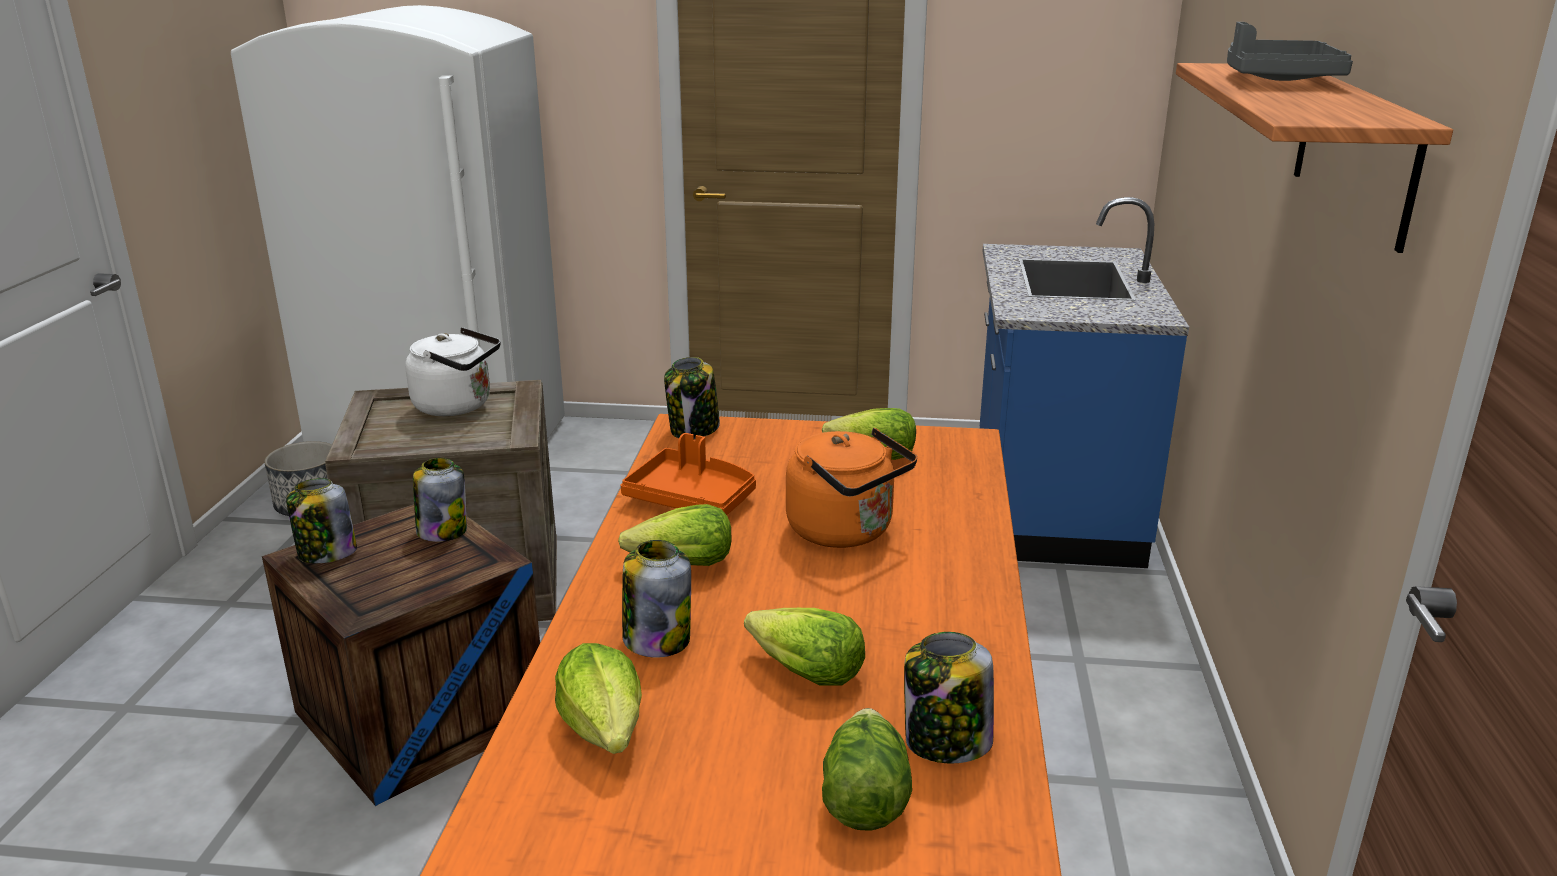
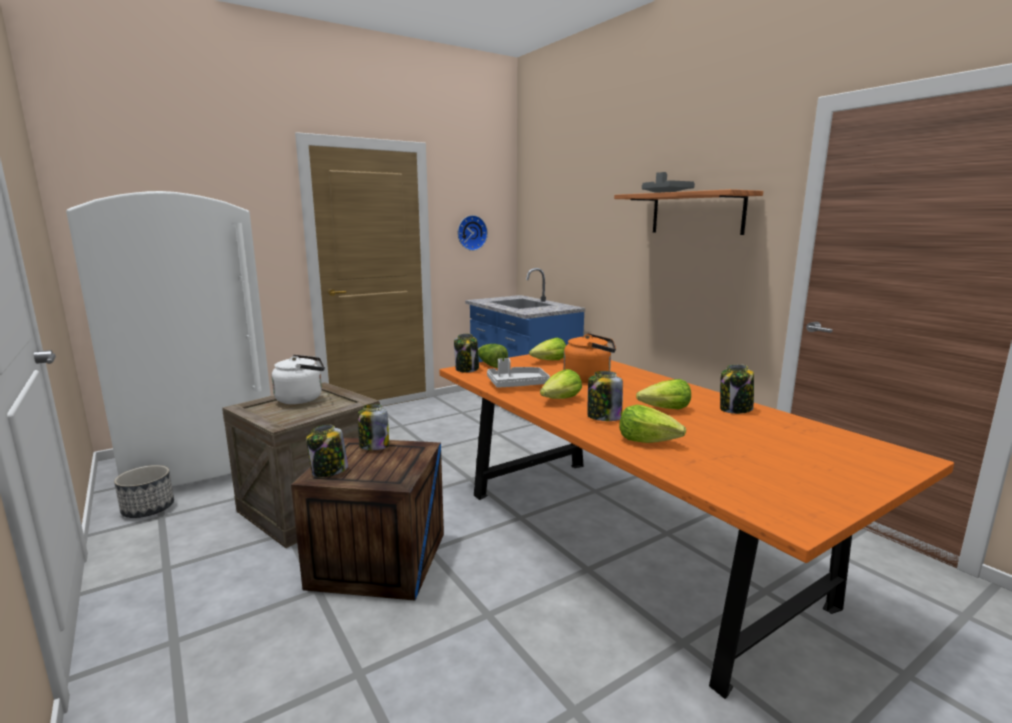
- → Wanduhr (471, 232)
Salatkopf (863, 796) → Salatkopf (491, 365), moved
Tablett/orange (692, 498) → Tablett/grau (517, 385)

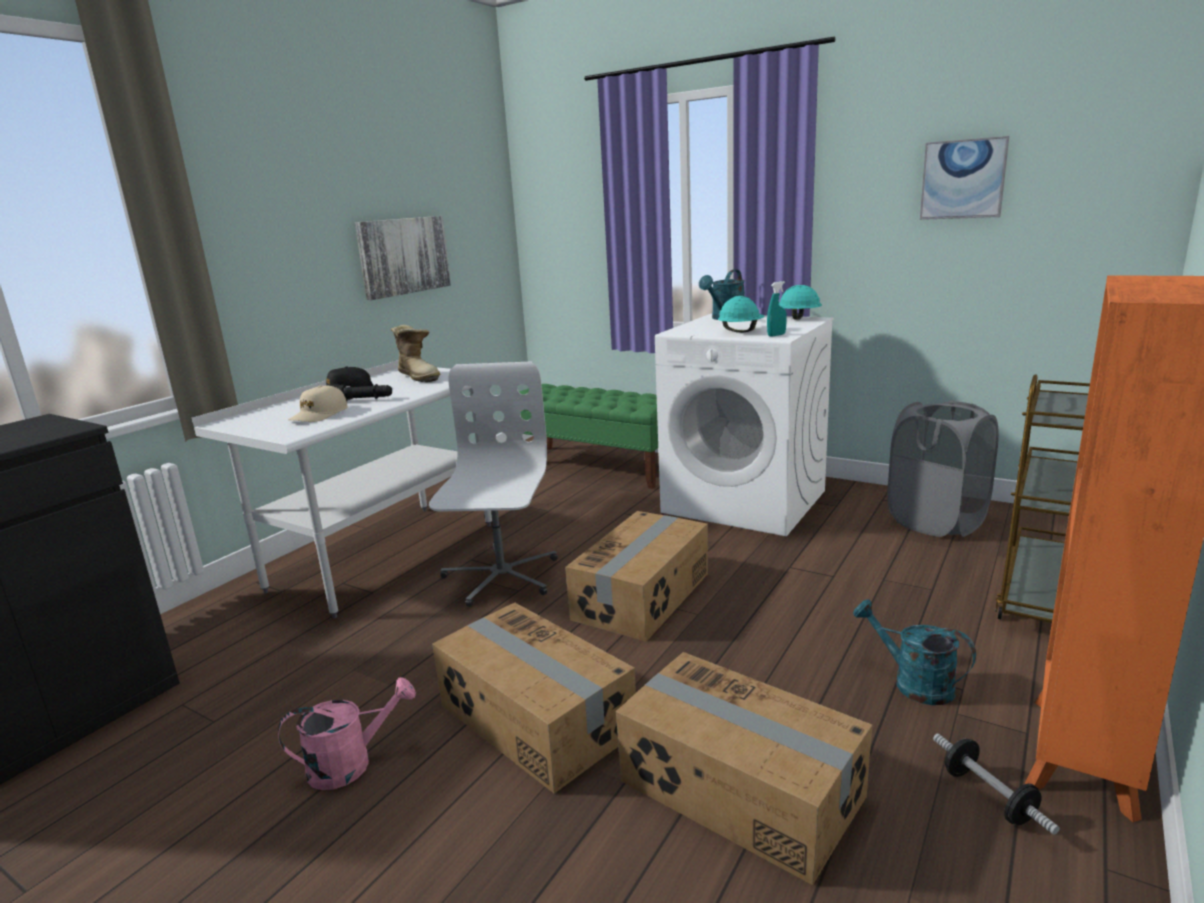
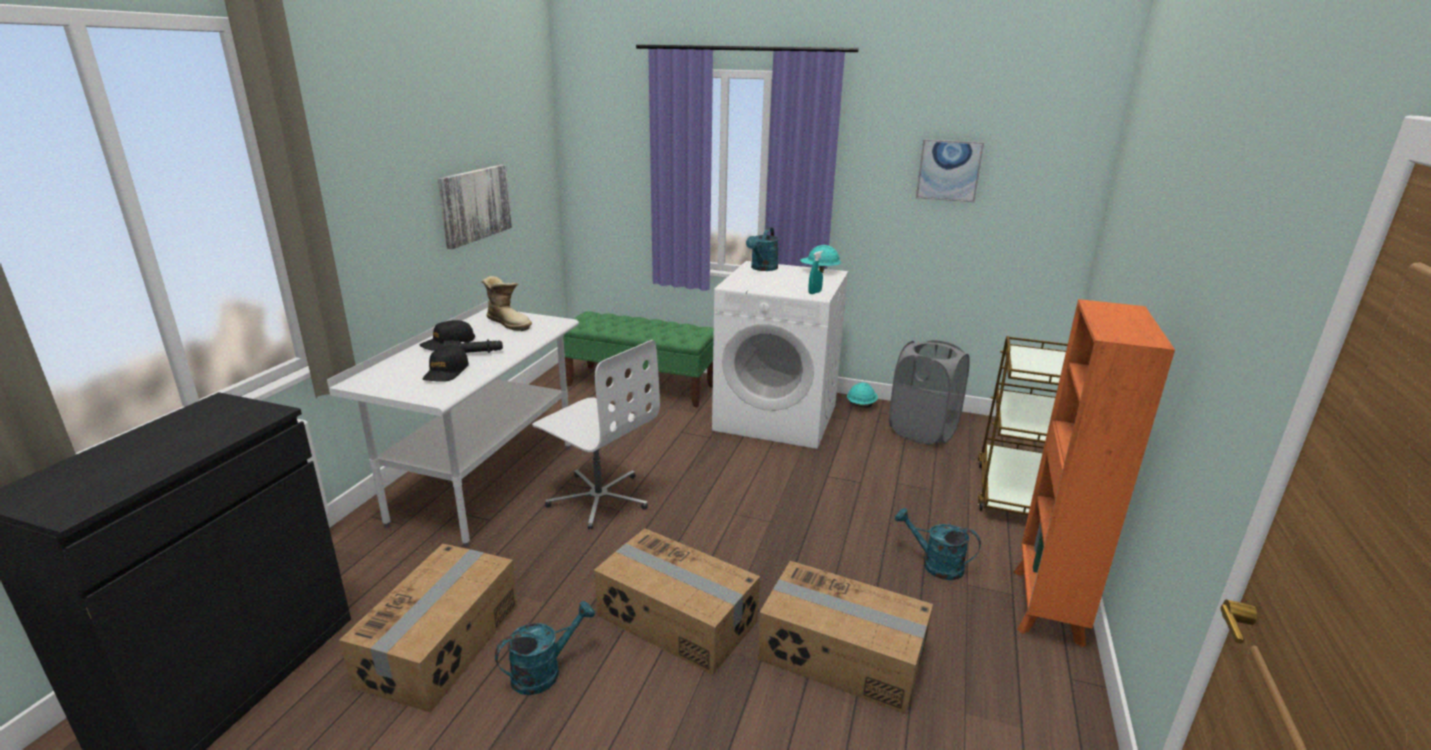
Hantel (988, 797) → -
Karton (643, 596) → Karton (442, 644), moved
Schutzhelm/türkis (740, 331) → Schutzhelm/türkis (861, 405), moved
Gießkanne/rosa (351, 763) → Gießkanne/türkis (544, 671)
Kappe/beige (319, 415) → Kappe/schwarz (446, 372)
Bürostuhl/weiß (500, 577) → Bürostuhl/weiß (599, 498), 135 degrees clockwise

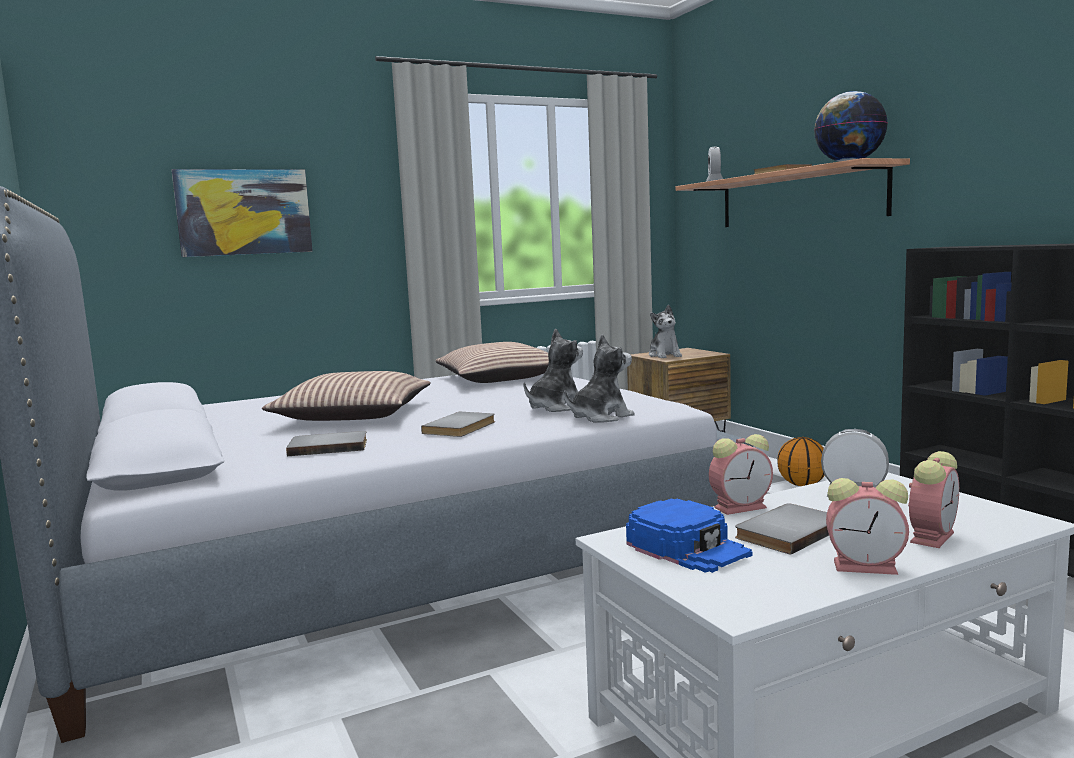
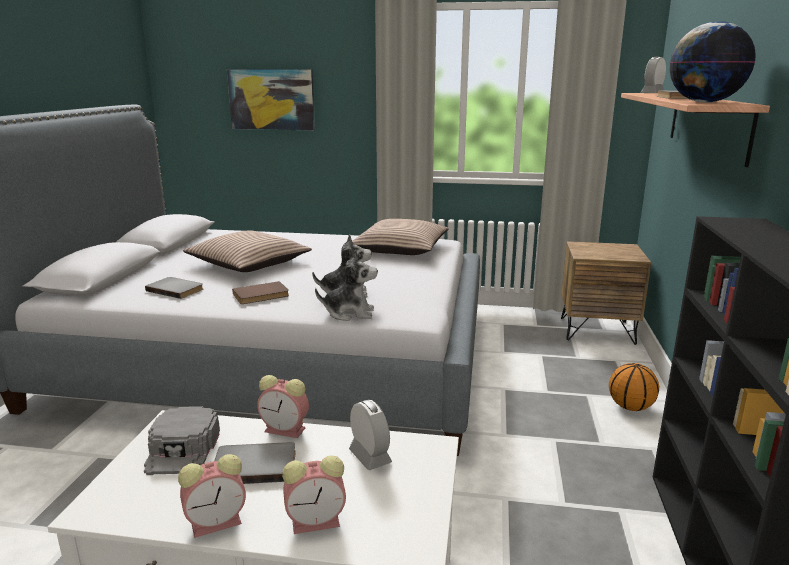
Plüschtier (665, 355) → -
Buch/grau (462, 427) → Buch/braun (261, 295)
Kappe/blau (688, 547) → Kappe/grau (183, 448)
Wecker (867, 566) → Wecker (218, 522), 75 degrees counterclockwise

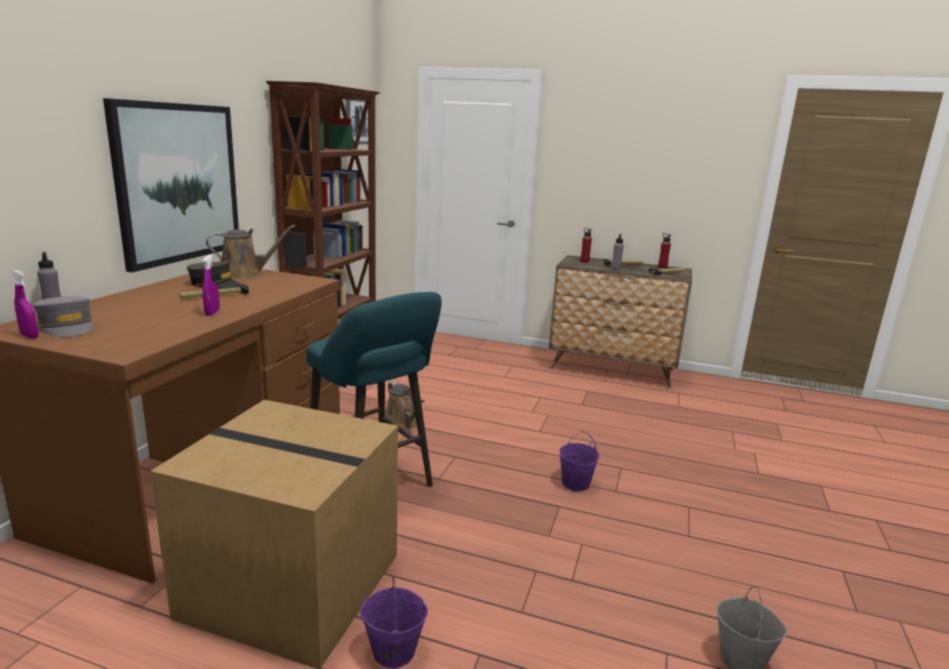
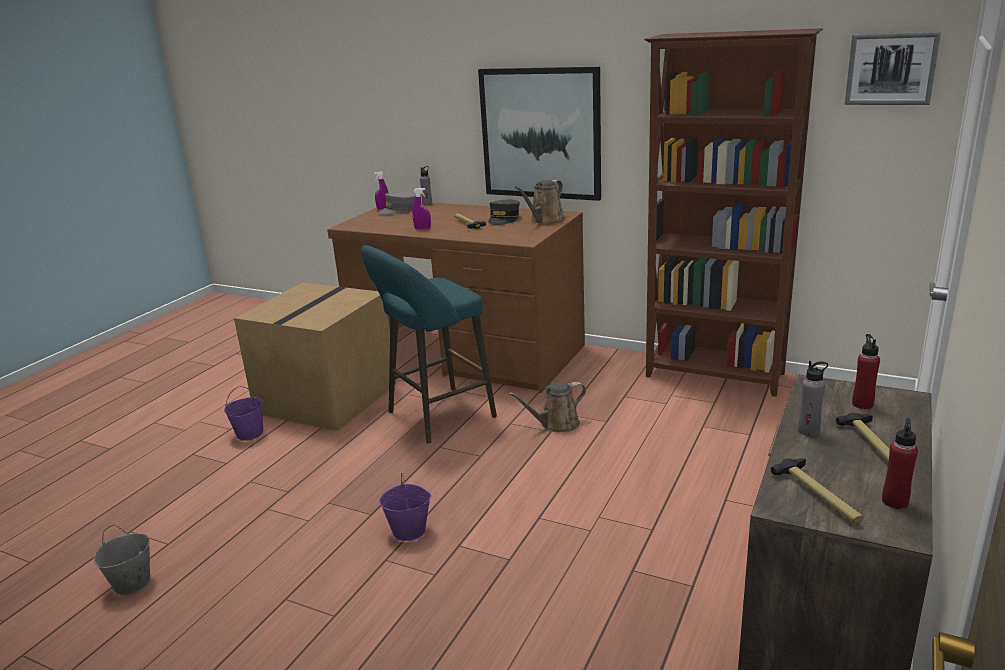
Gießkanne/braun (245, 273) → Gießkanne/braun (545, 221), 45 degrees clockwise

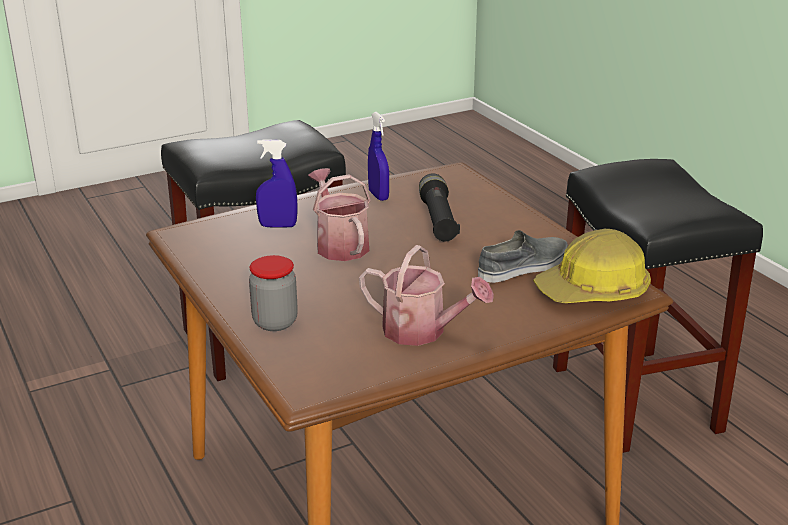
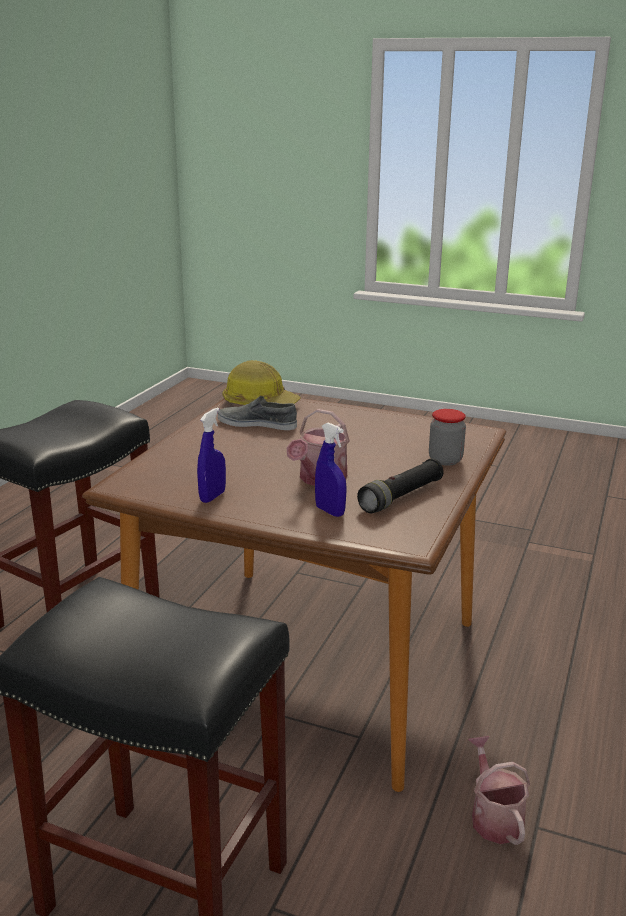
Gießkanne (422, 331) → Gießkanne (494, 816), moved
Taschenlampe/schwarz (438, 220) → Taschenlampe/schwarz (401, 497), moved

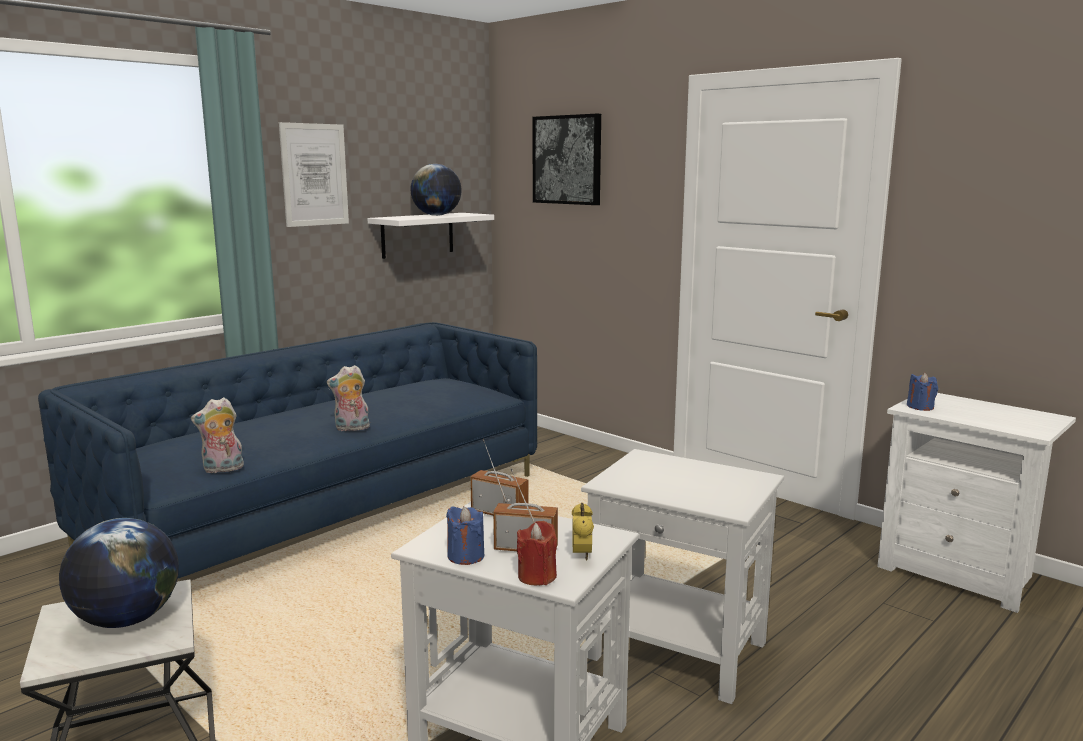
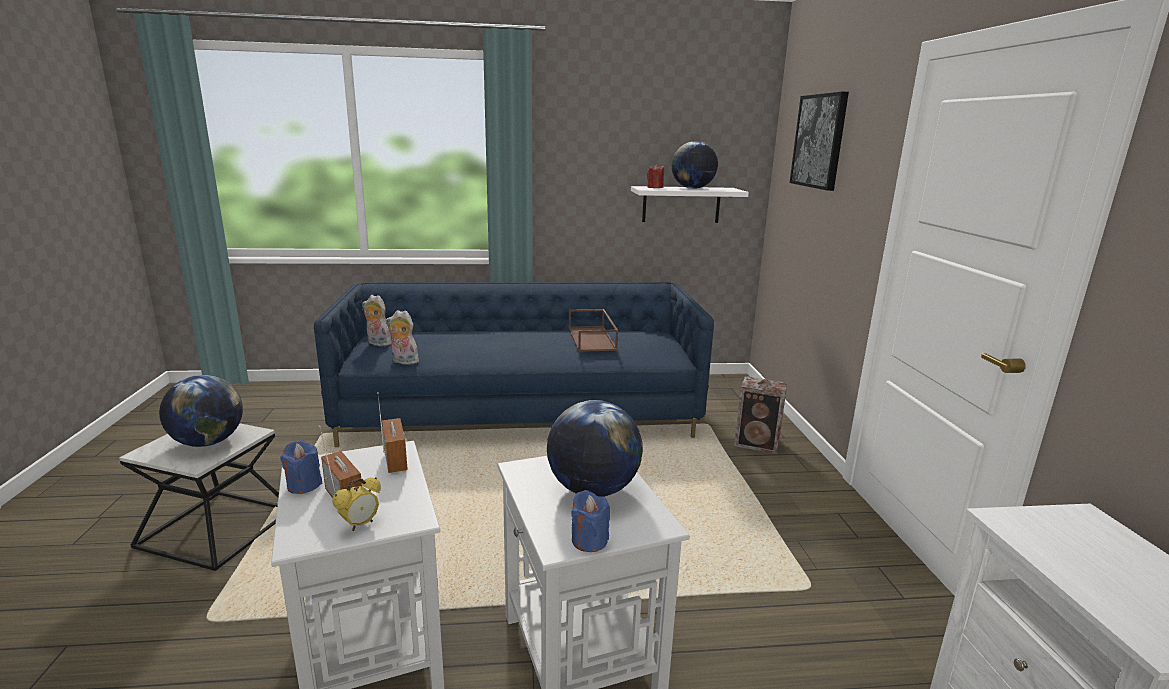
Bild (314, 175) → -
- → Globus (592, 490)
- → Tablett/braun (592, 339)
- → Lautsprecher (758, 443)
Plüschtier (351, 428) → Plüschtier (377, 343), moved
Kerze/rot (537, 576) → Kerze/rot (655, 187), moved
Kerze/blau (920, 407) → Kerze/blau (589, 540), moved

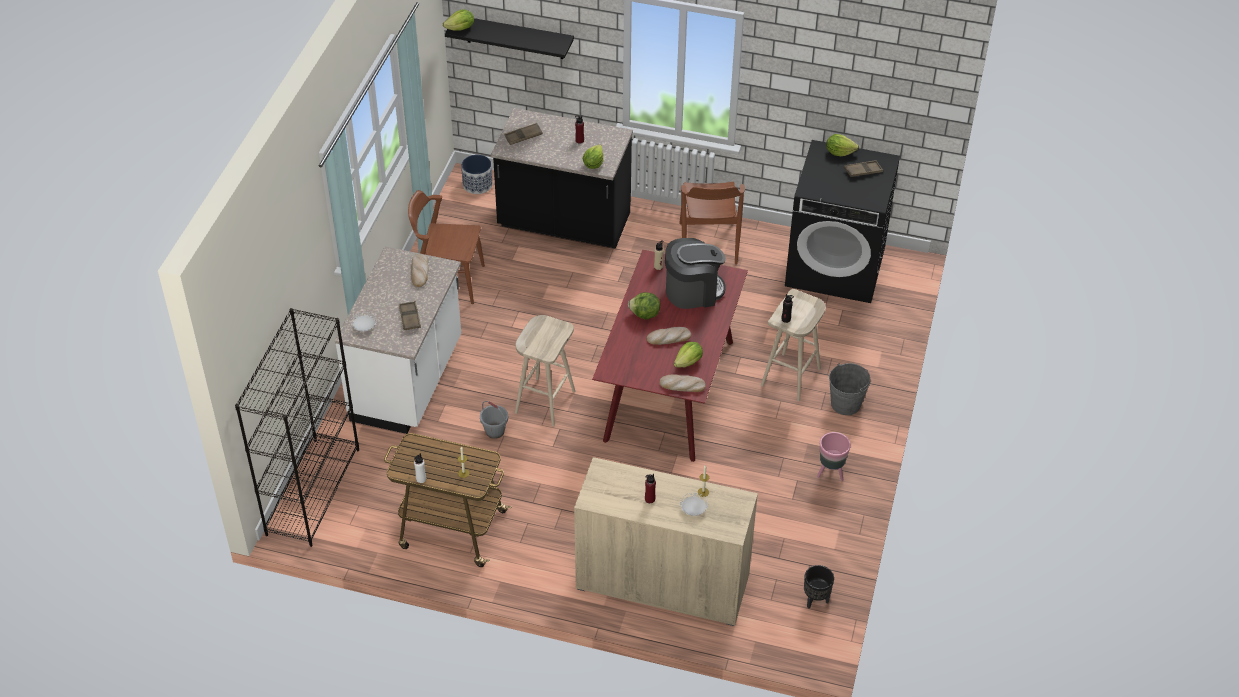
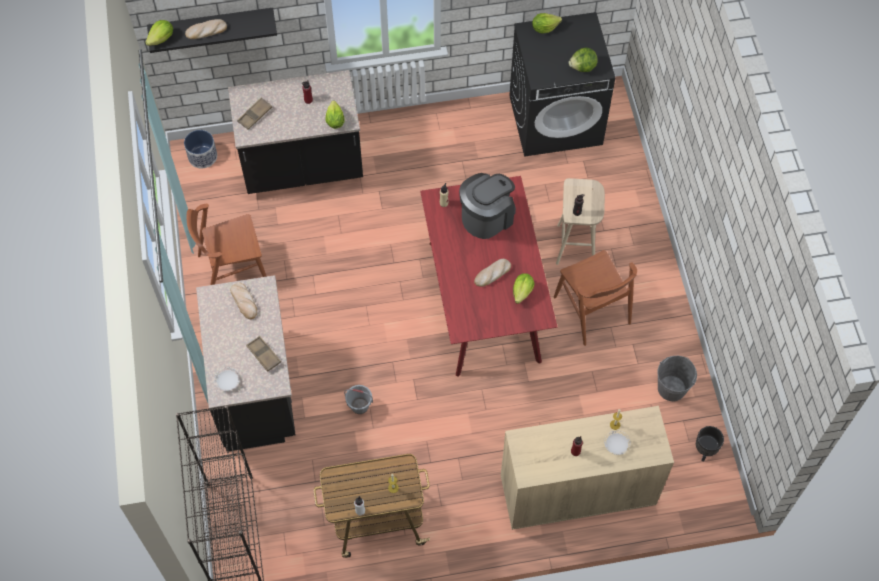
Hocker/beige (545, 401) → -
Pflanzkübel/rosa (830, 473) → -
Tablett/braun (863, 171) → -
Salatkopf (644, 315) → Salatkopf (583, 67), moved
Brot (682, 385) → Brot (206, 31), moved
Stuhl/braun (708, 243) → Stuhl/braun (592, 310), moved
Eimer/grau (845, 404) → Eimer/grau (671, 388), moved
Küchenzeile/weiß (408, 382) → Küchenzeile/schwarz (256, 388)

